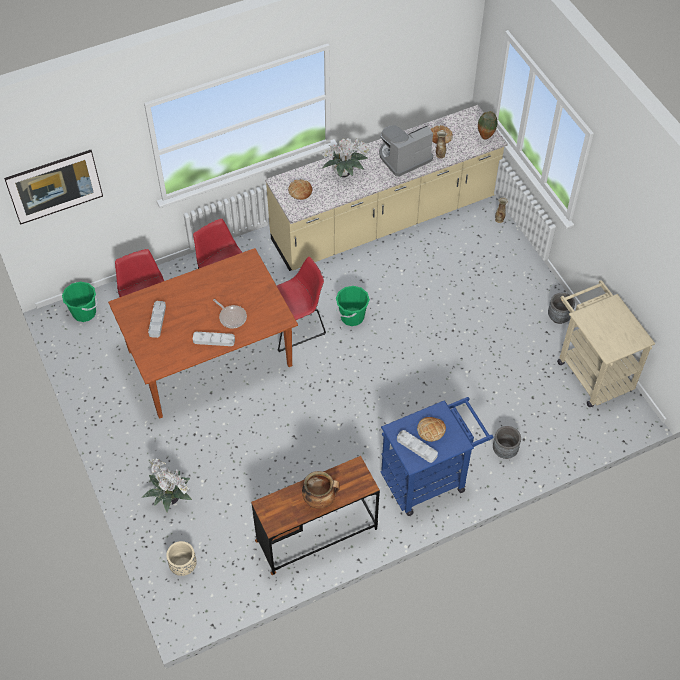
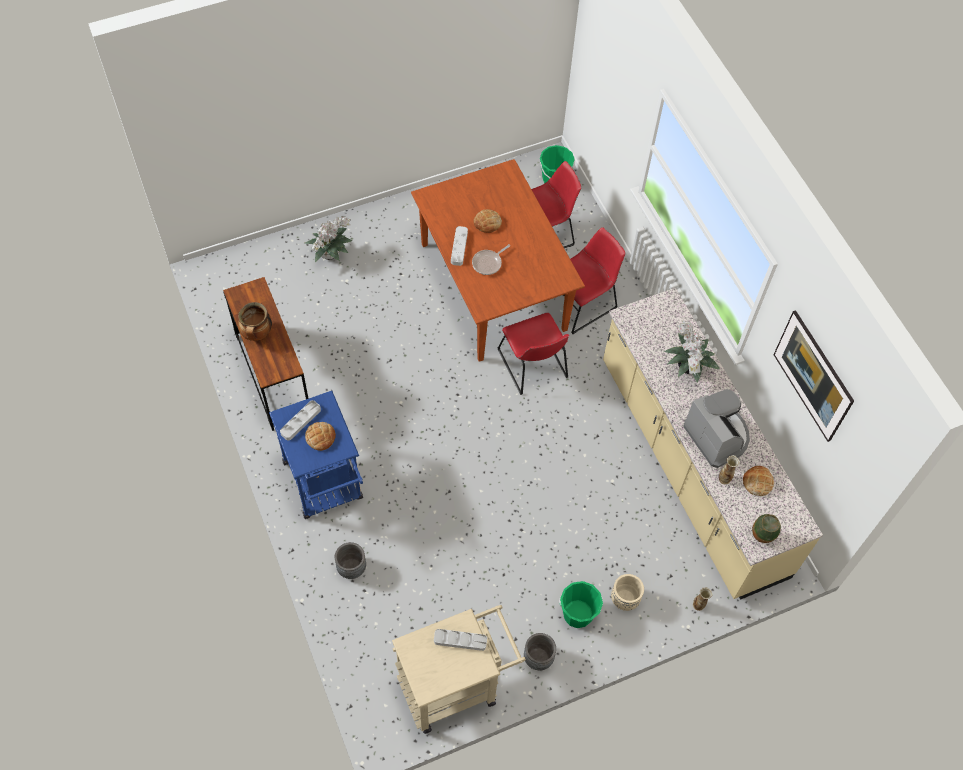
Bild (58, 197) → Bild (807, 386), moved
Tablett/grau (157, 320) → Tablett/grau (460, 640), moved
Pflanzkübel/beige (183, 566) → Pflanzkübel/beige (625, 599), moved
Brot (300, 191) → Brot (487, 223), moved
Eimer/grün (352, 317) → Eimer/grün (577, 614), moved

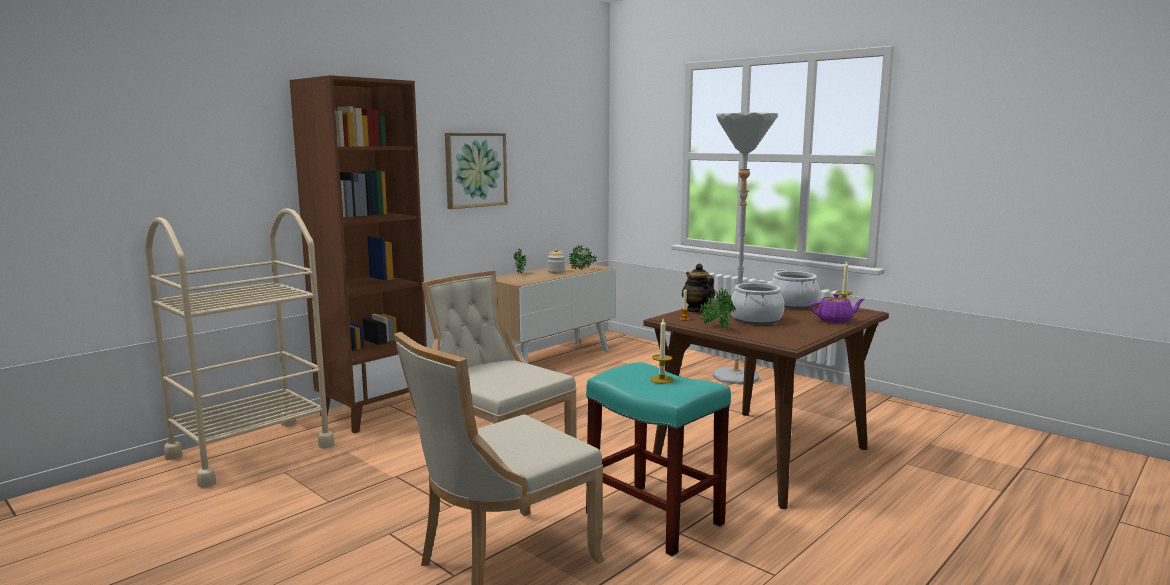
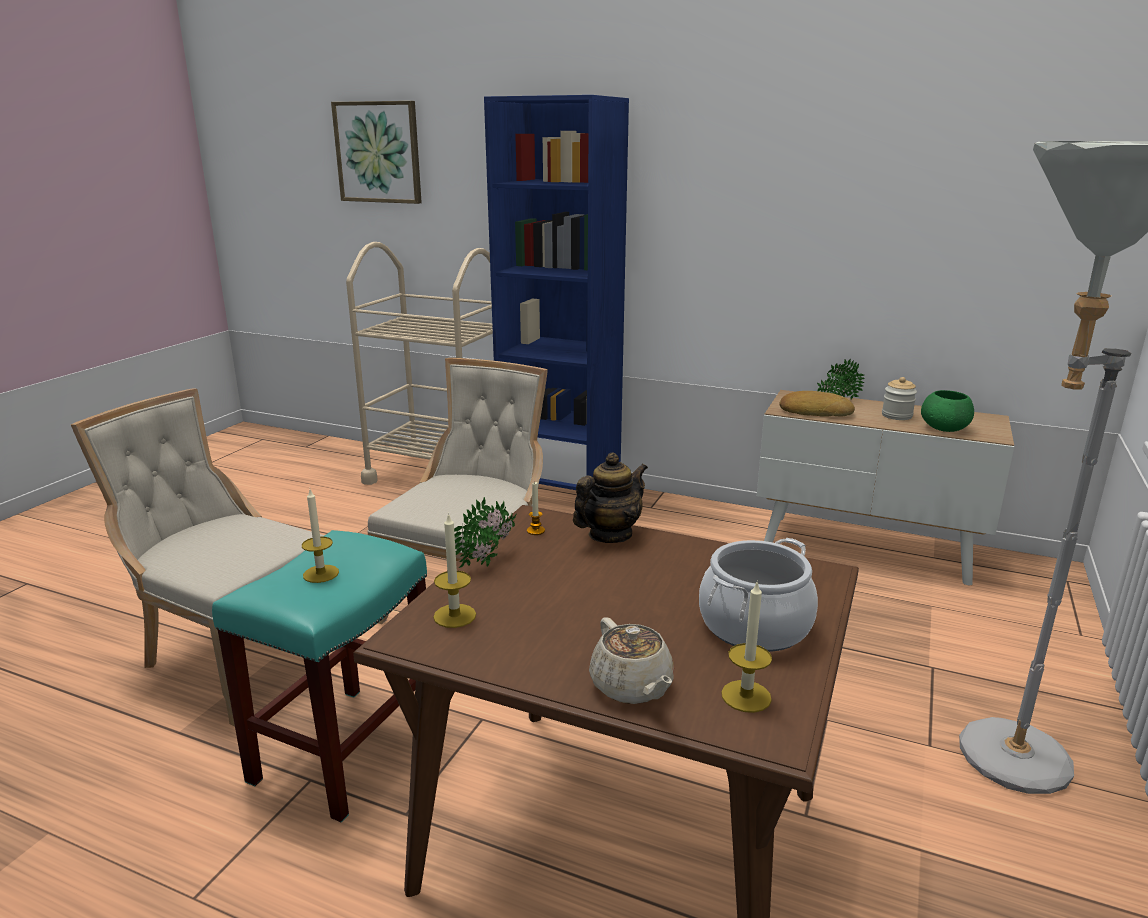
Kochtopf (756, 319) → -
- → Kerze (454, 616)
- → Brot (815, 411)
Bild (475, 170) → Bild (378, 152), moved
Topfpflanze (583, 270) → Schüssel/grün (945, 428)
Bücherregal/braun (373, 413) → Bücherregal/blau (562, 496)
Teekanne/lila (835, 320) → Teekanne/beige (632, 687)

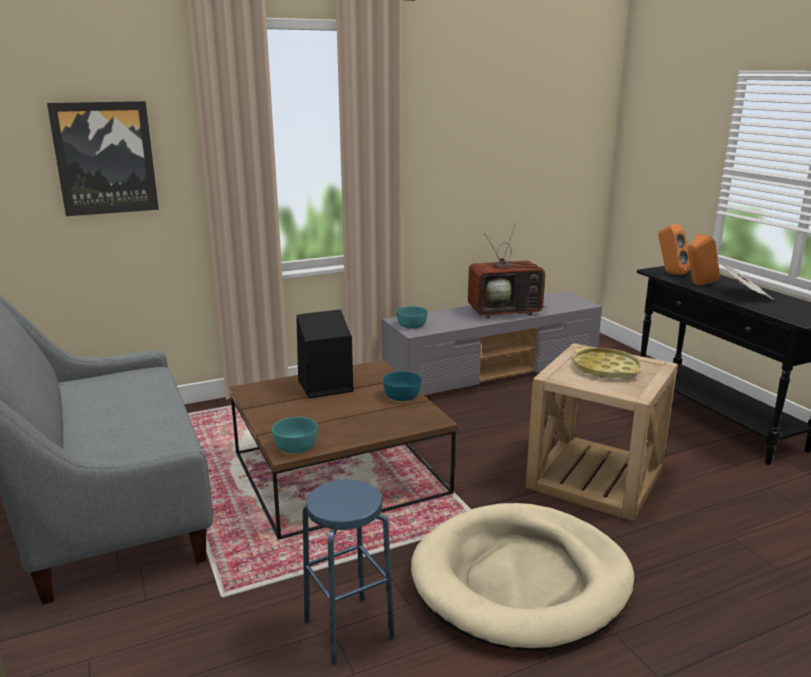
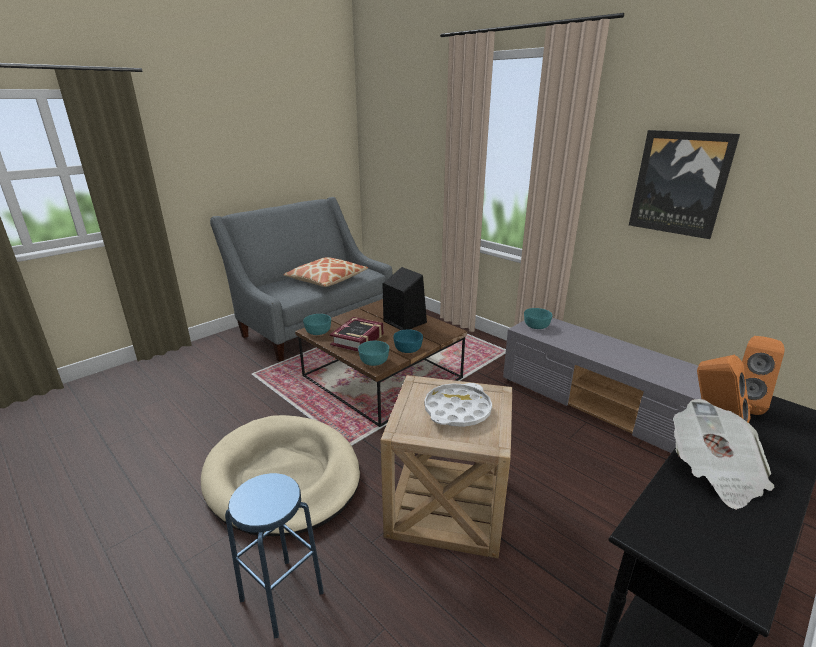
Fernseher (505, 311) → -
- → Kissen (327, 280)
- → Buch (358, 339)
- → Schüssel/türkis (373, 361)
Bild (105, 158) → Bild (679, 183), moved
Hocker/blau (348, 629) → Hocker/blau (282, 596), moved
Tablett/gelb (605, 369) → Tablett/weiß (457, 410)

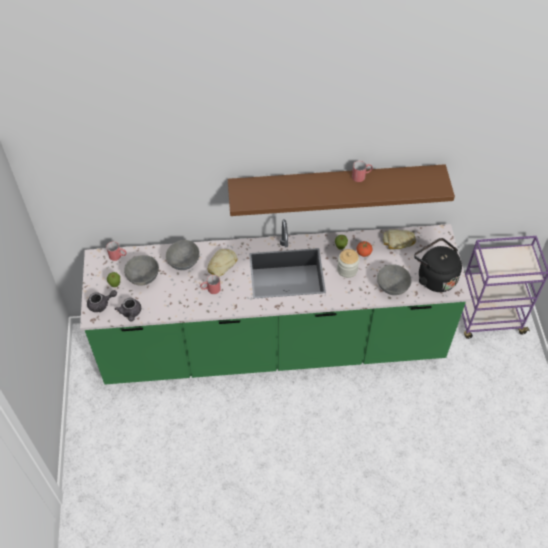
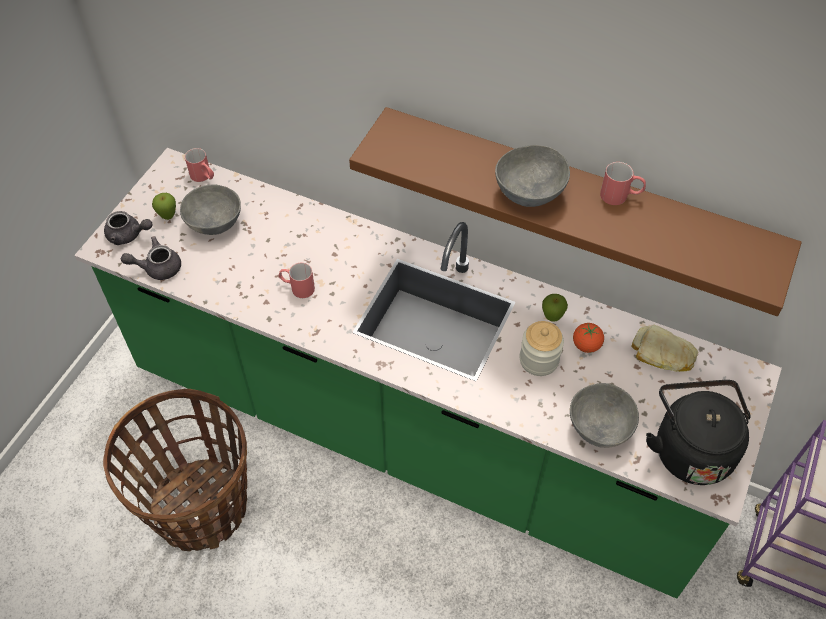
Brot (221, 264) → -
- → Korb (201, 507)
Schüssel/grau (184, 262) → Schüssel/grau (531, 193), moved
Teekanne/grau (131, 313) → Teekanne/grau (157, 268), 60 degrees clockwise

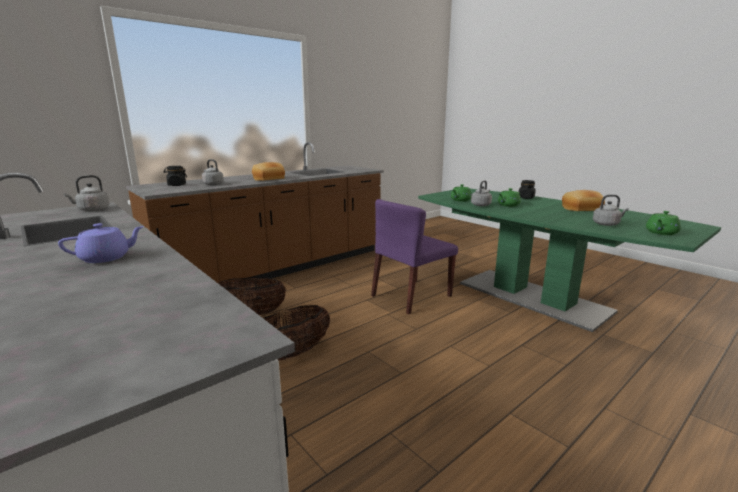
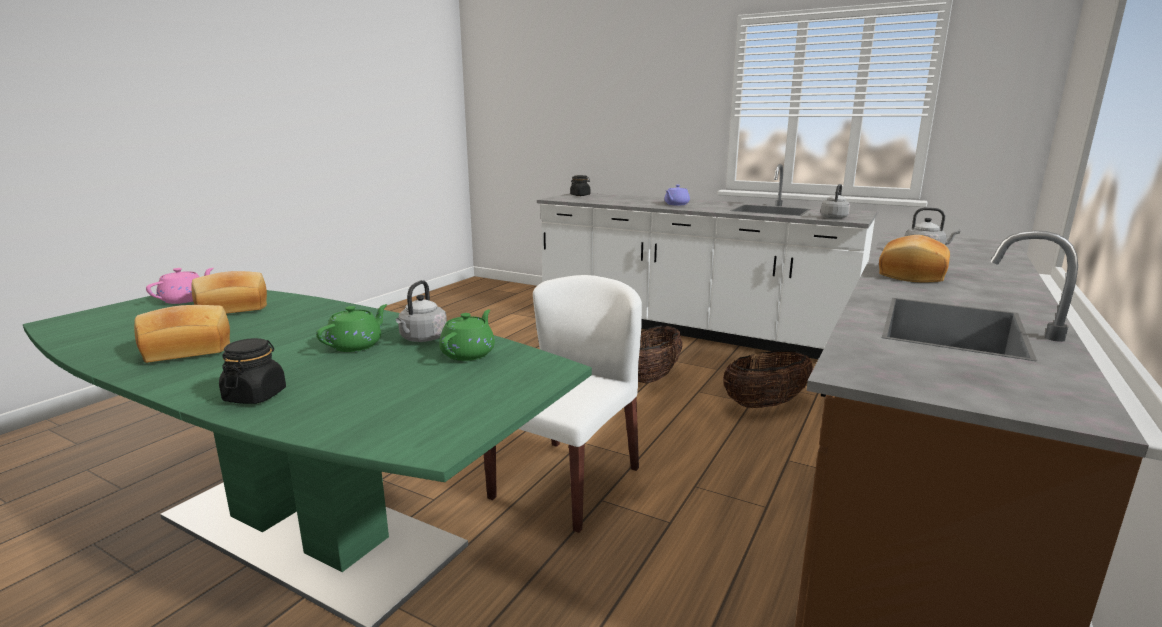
Vorratsglas/schwarz (176, 185) → Vorratsglas/schwarz (580, 195), moved
Wasserkessel/grau (607, 224) → Brot (233, 309)
Stuhl/lila (411, 296) → Stuhl/weiß (566, 482)
Teekanne/grün (661, 233) → Teekanne/rosa (185, 299)

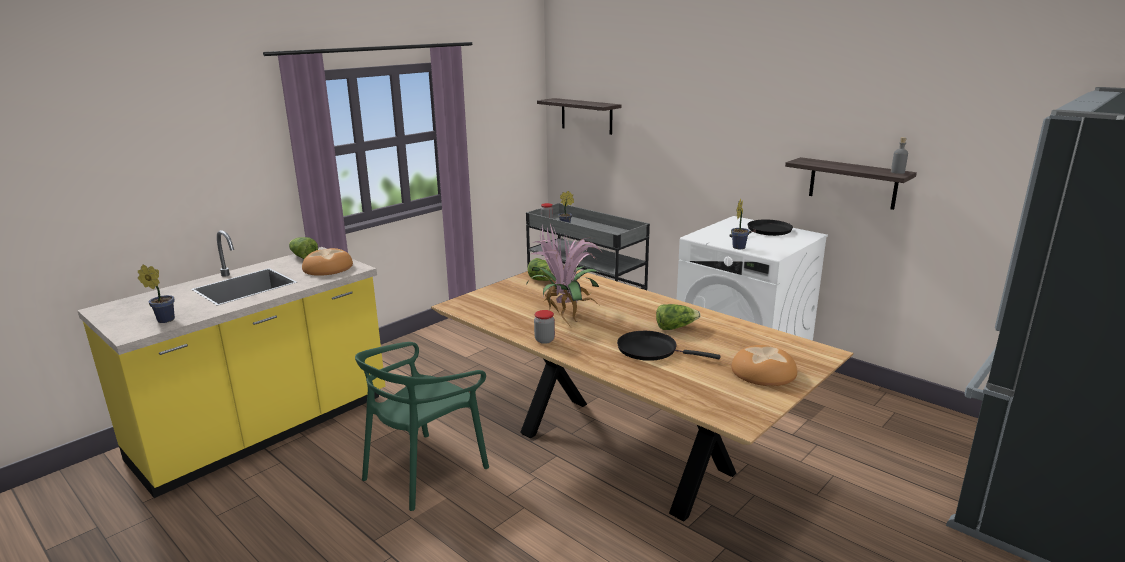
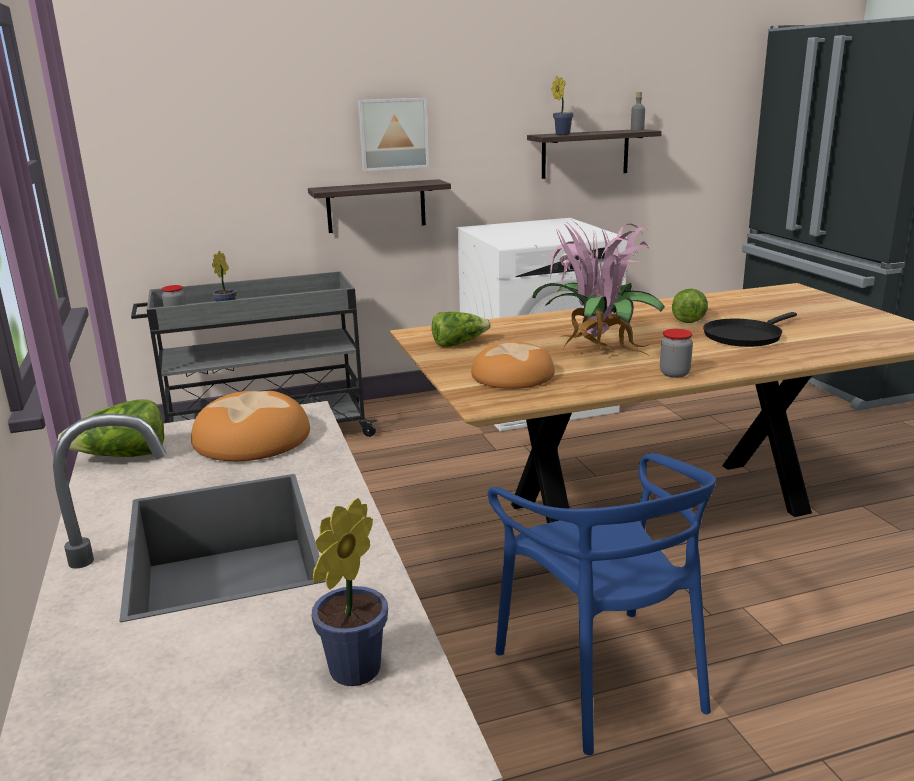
Pfanne/schwarz (767, 231) → -
- → Bild (393, 134)
Wandregal (586, 116) → Wandregal (376, 206), moved
Topfpflanze (739, 247) → Topfpflanze (561, 134), moved
Brot (764, 372) → Brot (512, 375), moved
Stuhl/grün (424, 471) → Stuhl/blau (602, 676)

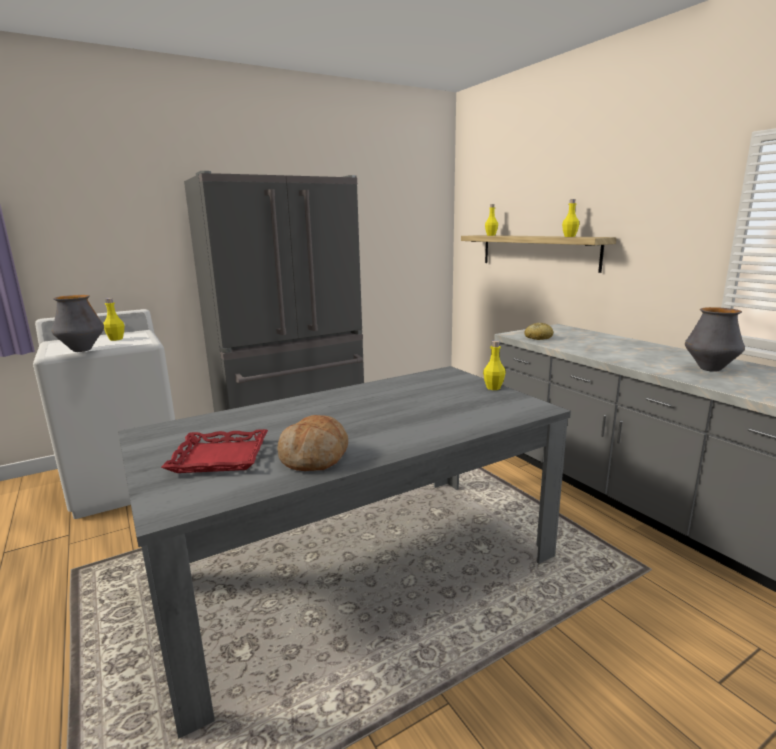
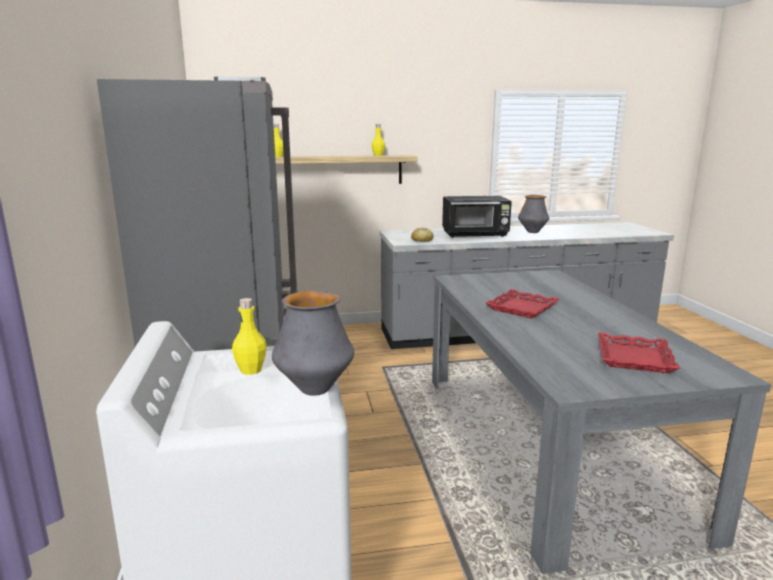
Brot (315, 457) → -
Flasche/gelb (493, 388) → -
- → Mikrowelle/schwarz (475, 234)
- → Tablett/rot (521, 308)

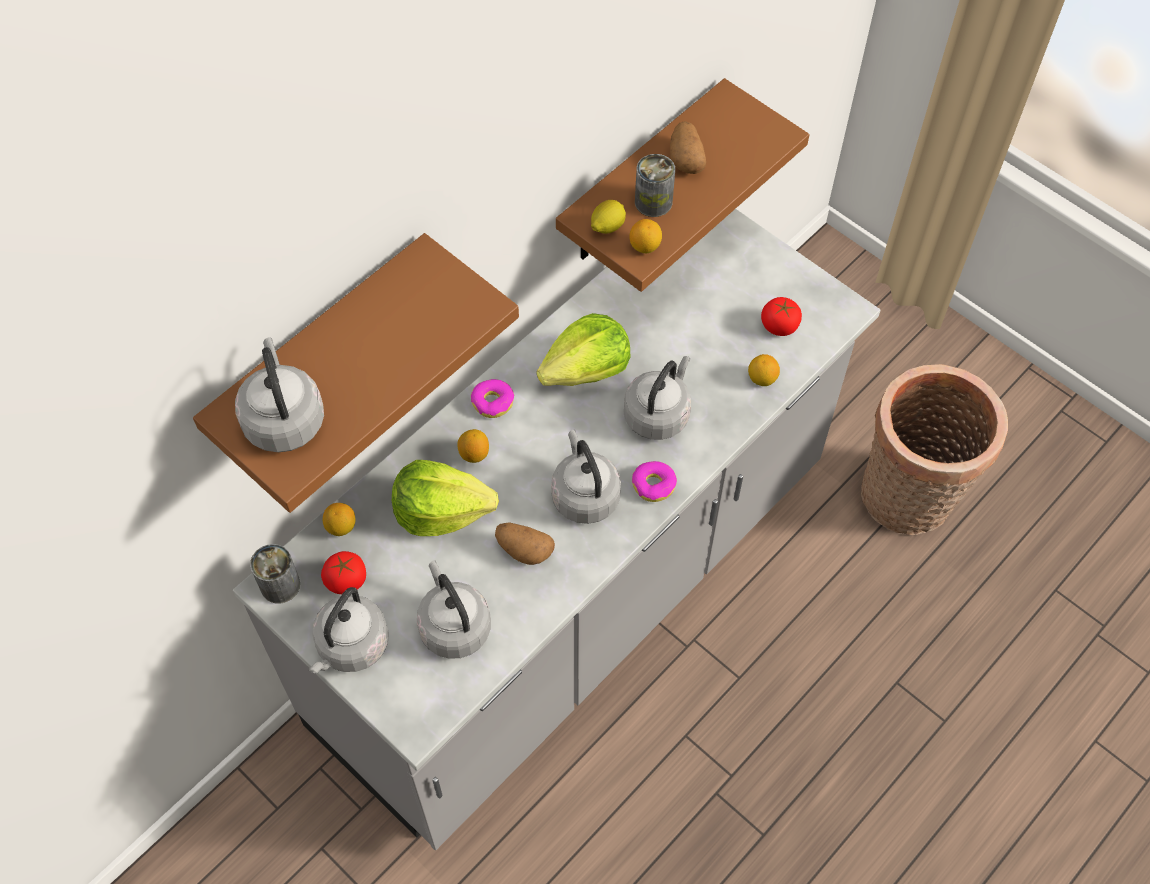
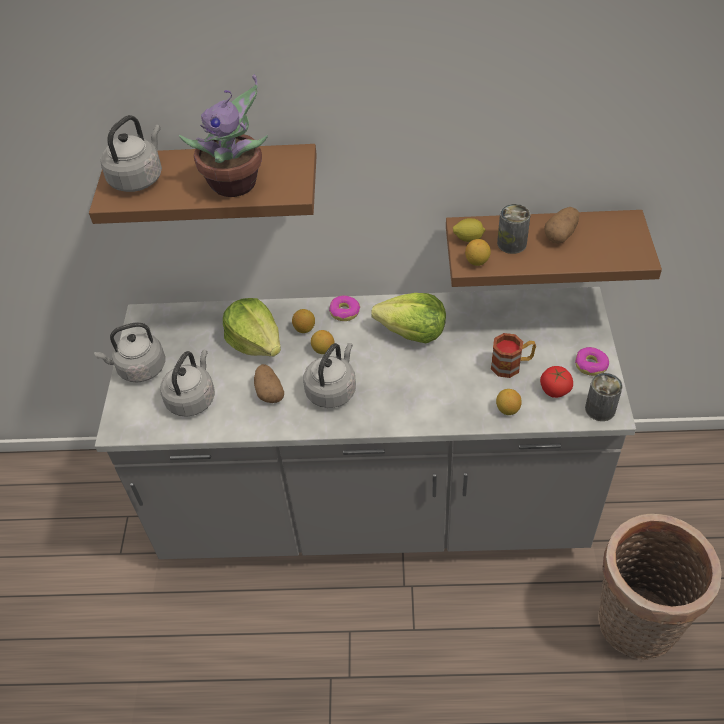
Tomate (346, 581) → -
Wasserkessel/grau (658, 414) → -
- → Topfpflanze (236, 184)
- → Henkelbecher (512, 365)
Dose (280, 585) → Dose (600, 409), moved
Zitrone (341, 527) → Zitrone (323, 350), moved
Donut (654, 485) → Donut (591, 365), moved

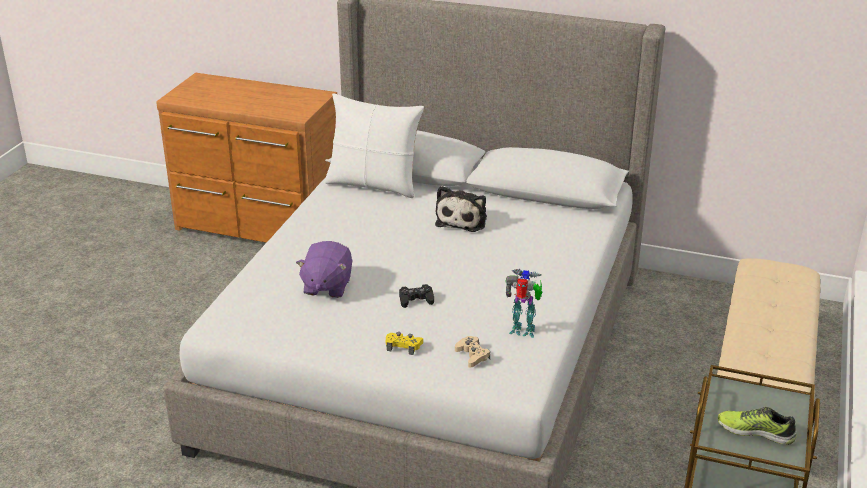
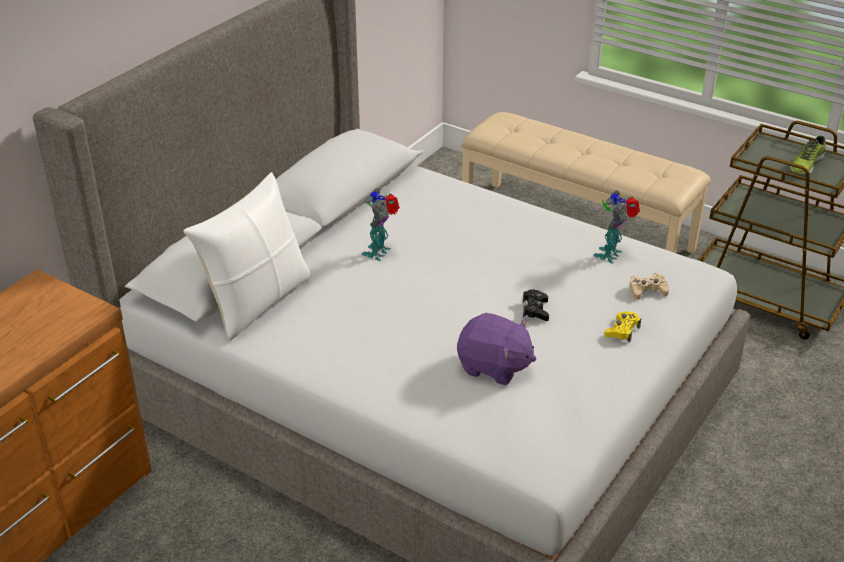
Plüschtier (463, 220) → Spielzeugroboter (379, 252)

